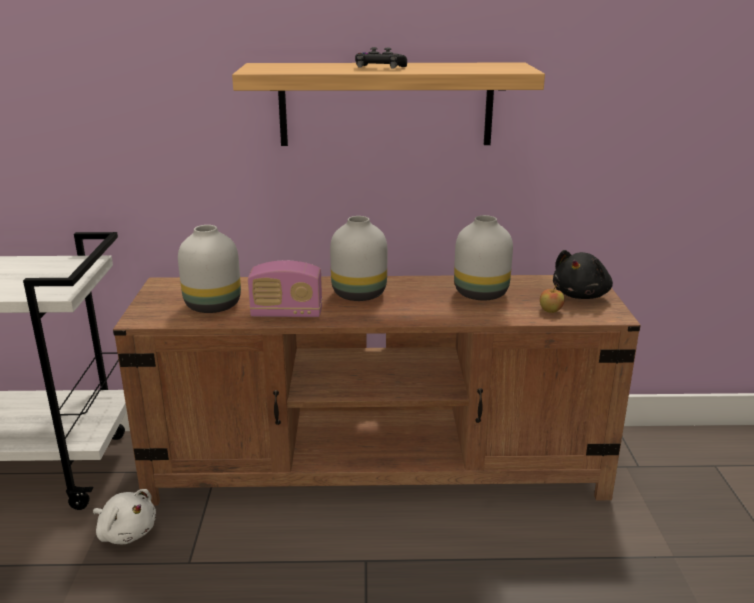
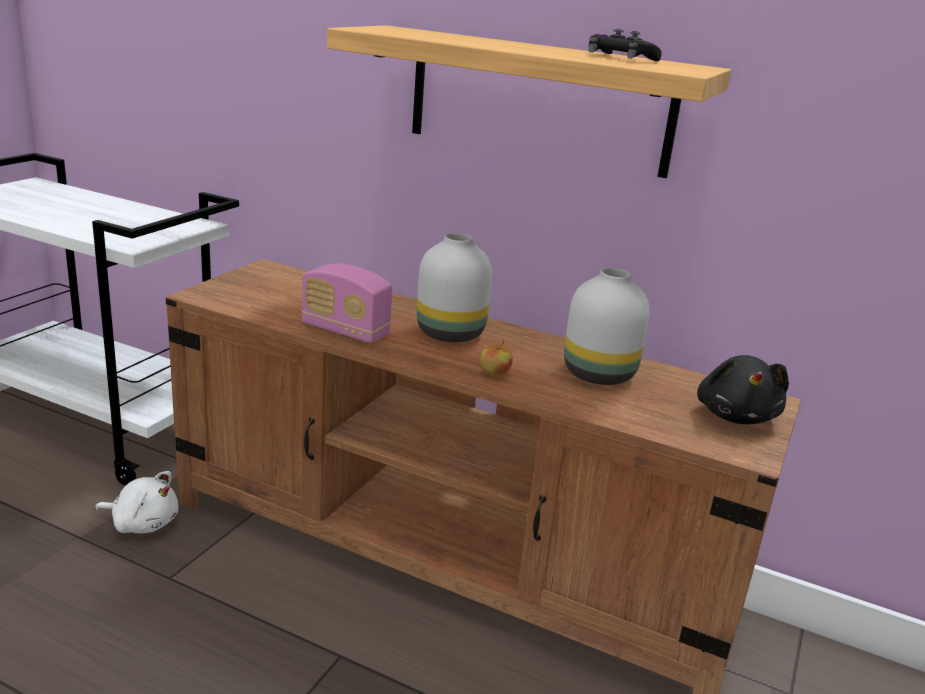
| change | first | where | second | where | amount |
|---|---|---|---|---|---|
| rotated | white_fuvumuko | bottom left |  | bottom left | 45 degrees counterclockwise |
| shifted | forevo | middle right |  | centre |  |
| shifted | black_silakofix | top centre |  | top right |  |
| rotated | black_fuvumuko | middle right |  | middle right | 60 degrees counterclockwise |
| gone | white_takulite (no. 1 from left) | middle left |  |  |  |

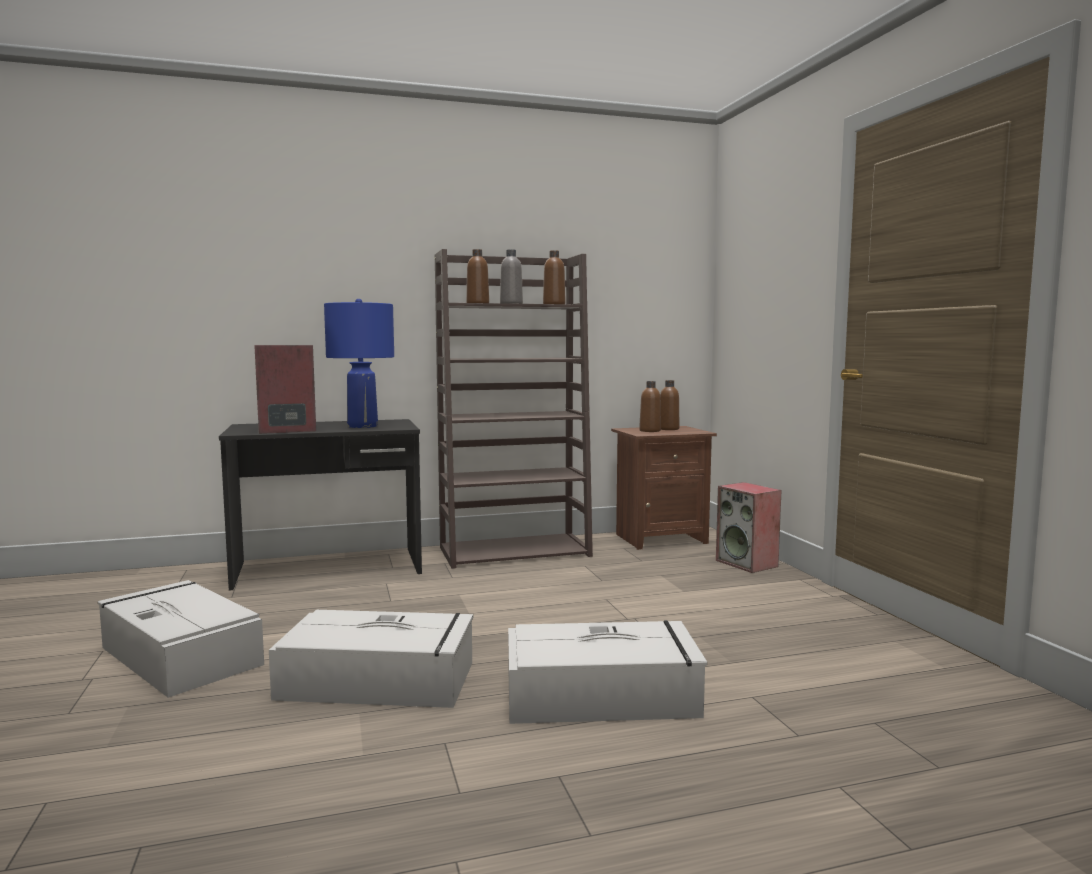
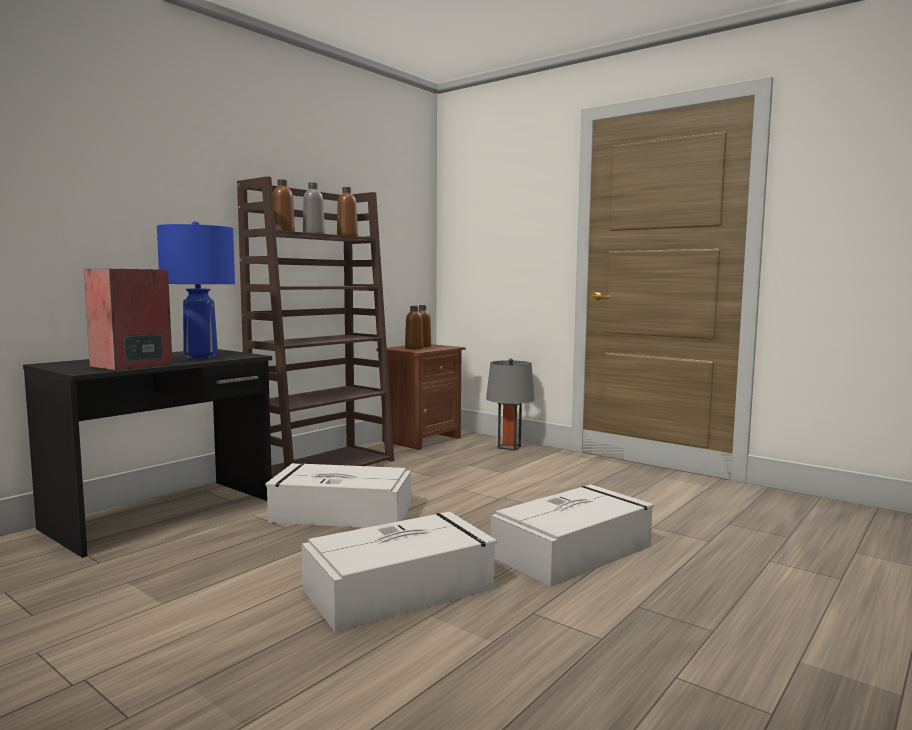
| change | first | where | second | where | amount |
|---|---|---|---|---|---|
| shifted | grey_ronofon (no. 1 from left) | bottom left |  | bottom centre |  |
| swapped | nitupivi (no. 2 from left) | middle right | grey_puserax | centre |  |

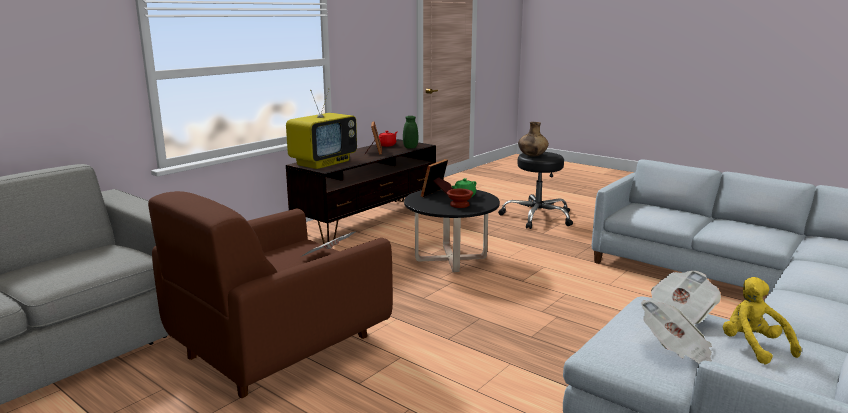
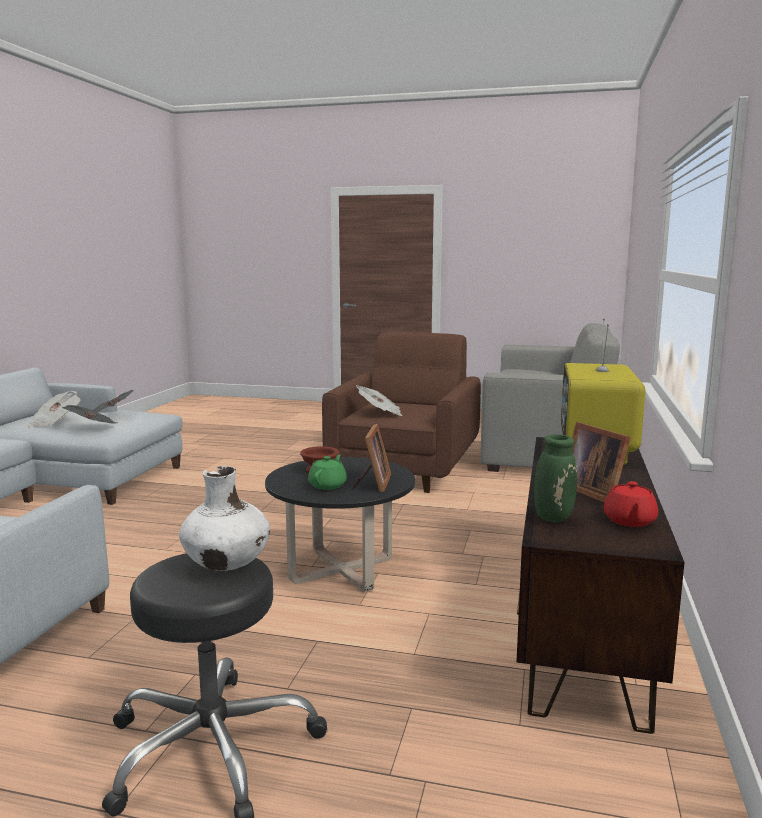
| change | first | where | second | where | amount |
|---|---|---|---|---|---|
| swapped | yellow_fuvumuko | bottom right | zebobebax (no. 1 from left) | middle left |  |
| repainted | brown_takulite | centre | white_takulite | middle left |  |

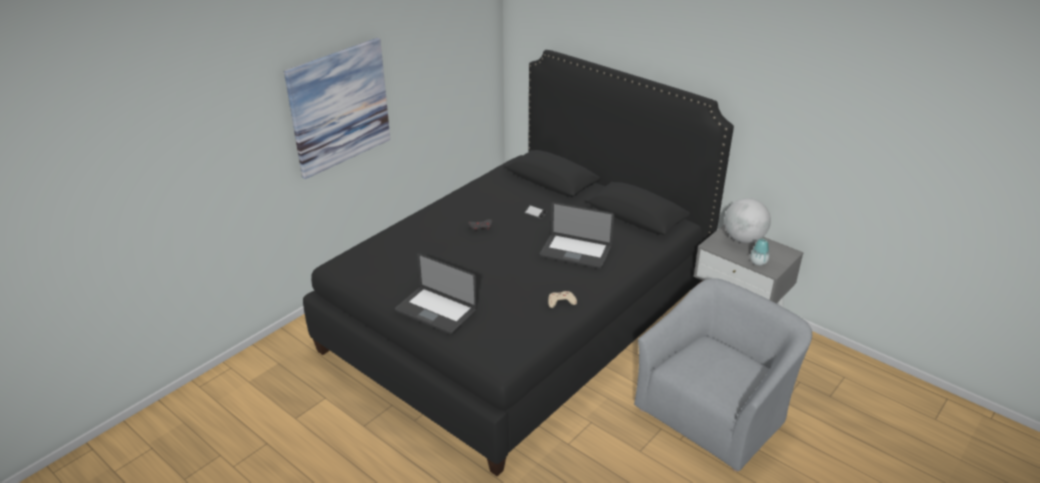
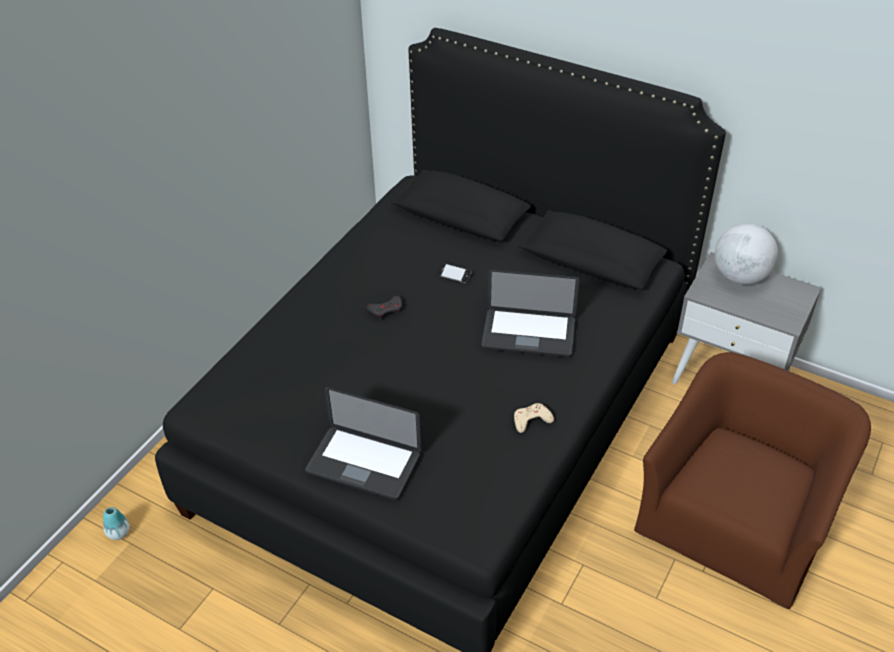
| change | first | where | second | where | amount |
|---|---|---|---|---|---|
| shifted | takulite | middle right |  | bottom left |  |
| repainted | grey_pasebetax | bottom right | brown_pasebetax | bottom right |  |
| gone | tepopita | top left |  |  |  |

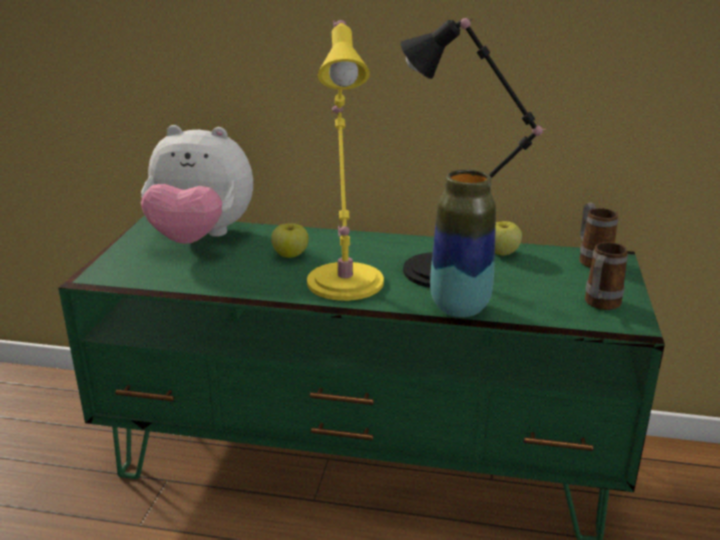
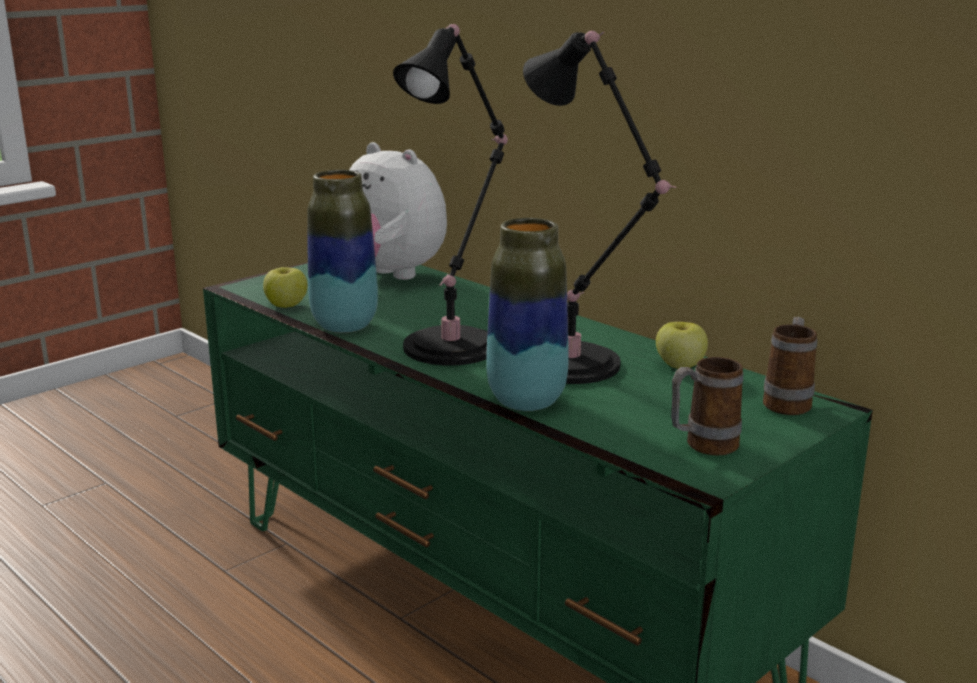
| change | first | where | second | where | amount |
|---|---|---|---|---|---|
| shifted | forevo (no. 1 from left) | centre |  | middle left |  |
| new |  |  | takulite (no. 1 from left) | centre |  |
| repainted | yellow_puserax | top centre | black_puserax (no. 1 from left) | top centre |  |

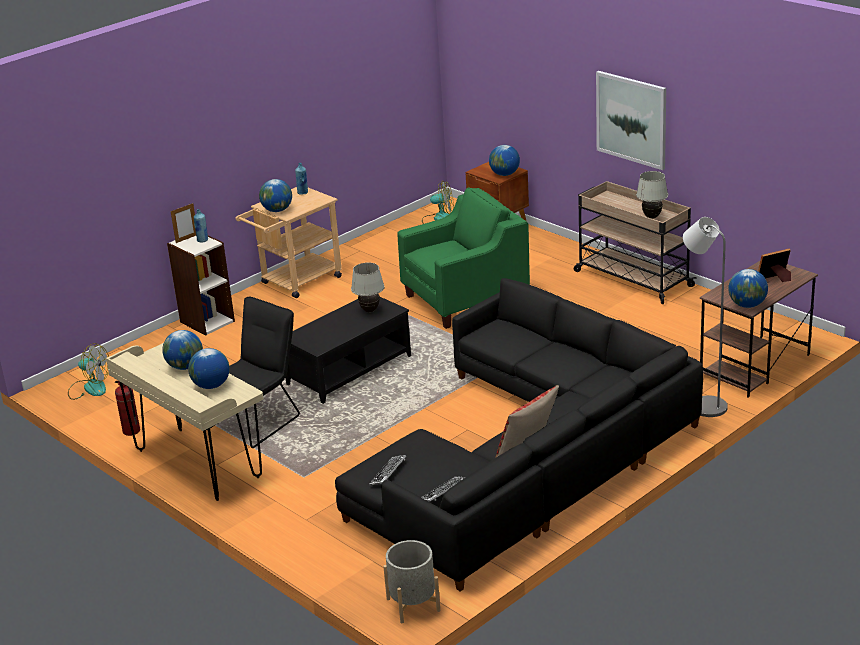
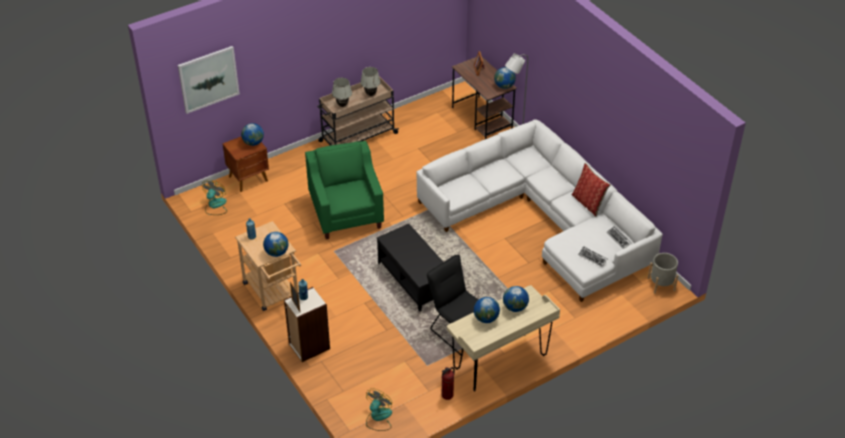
| change | first | where | second | where | amount |
|---|---|---|---|---|---|
| shifted | tepopita | top right |  | top left |  |
| shifted | white_puserax (no. 1 from left) | centre |  | top centre |  |
| repainted | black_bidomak | bottom centre | white_bidomak | centre |  |

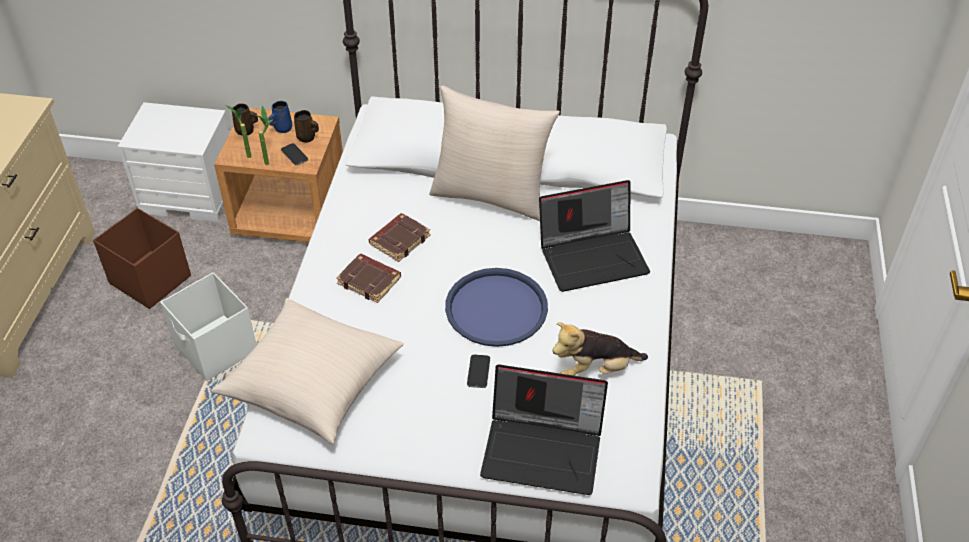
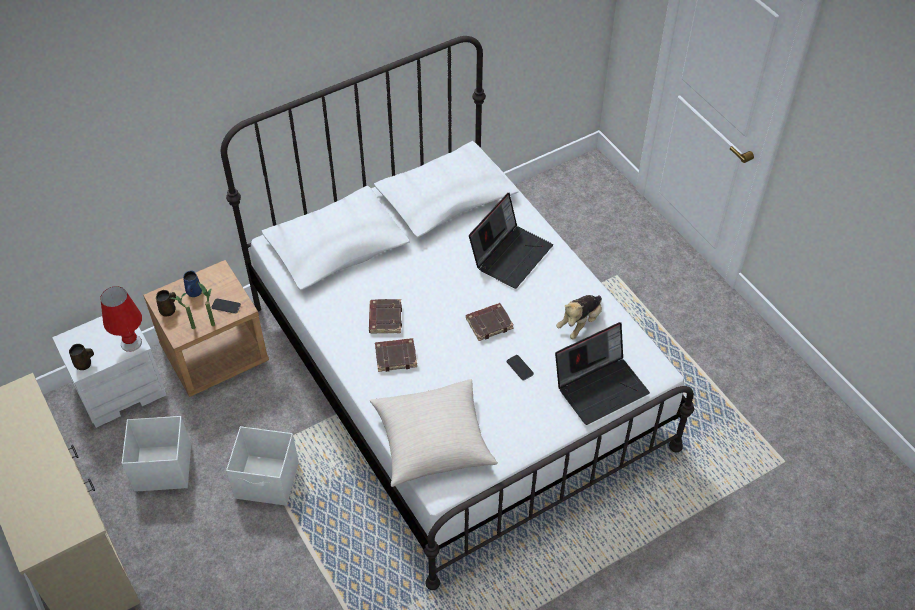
| change | first | where | second | where | amount |
|---|---|---|---|---|---|
| shifted | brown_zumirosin (no. 2 from left in the first image) | top left | brown_zumirosin (no. 1 from left) | middle left |  |
| new |  |  | red_puserax | middle left |  |
| repainted | brown_ronofon | middle left | white_ronofon (no. 1 from left) | bottom left |  |
| swapped | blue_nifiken | centre | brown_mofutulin (no. 3 from left) | centre |  |
| gone | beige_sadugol (no. 2 from left) | top centre |  |  |  |

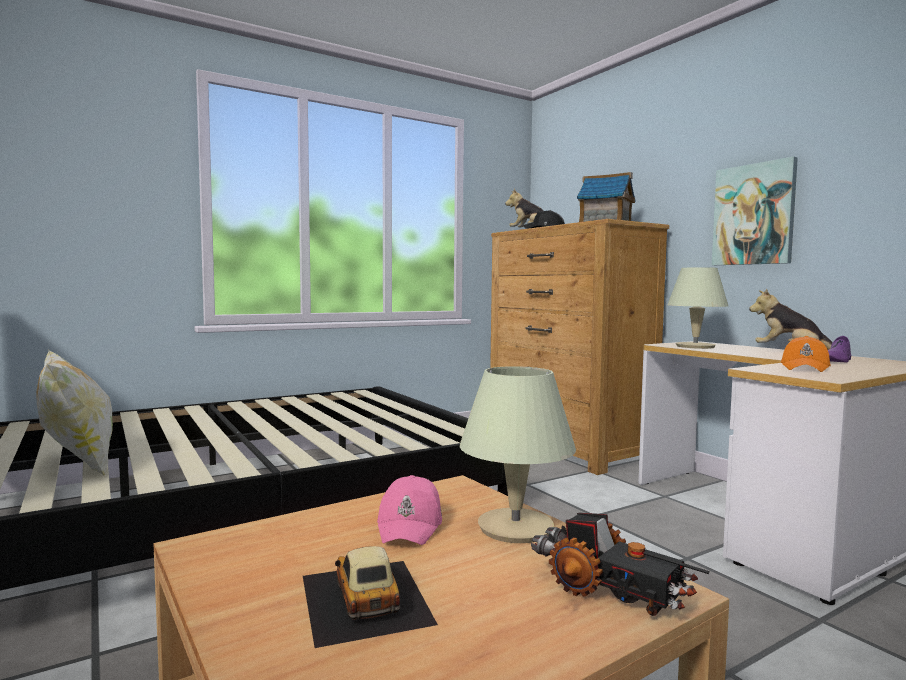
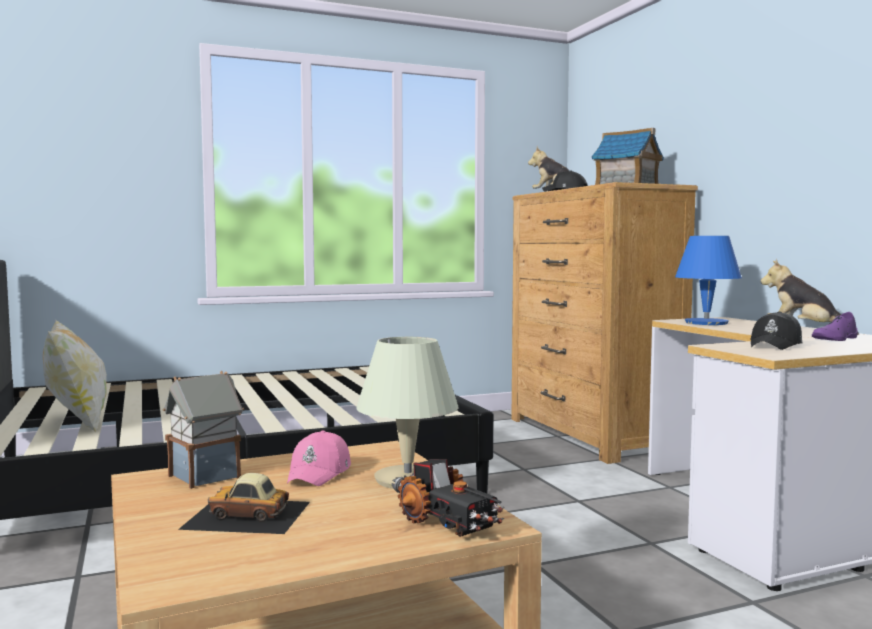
| change | first | where | second | where | amount |
|---|---|---|---|---|---|
| new |  |  | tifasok (no. 1 from left) | bottom left |  |
| rotated | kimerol | bottom centre |  | bottom left | 75 degrees counterclockwise |
| repainted | beige_puserax (no. 2 from left) | middle right | blue_puserax | middle right |  |
| repainted | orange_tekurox | middle right | black_tekurox (no. 2 from left) | middle right |  |
| gone | tepopita | top right |  |  |  |

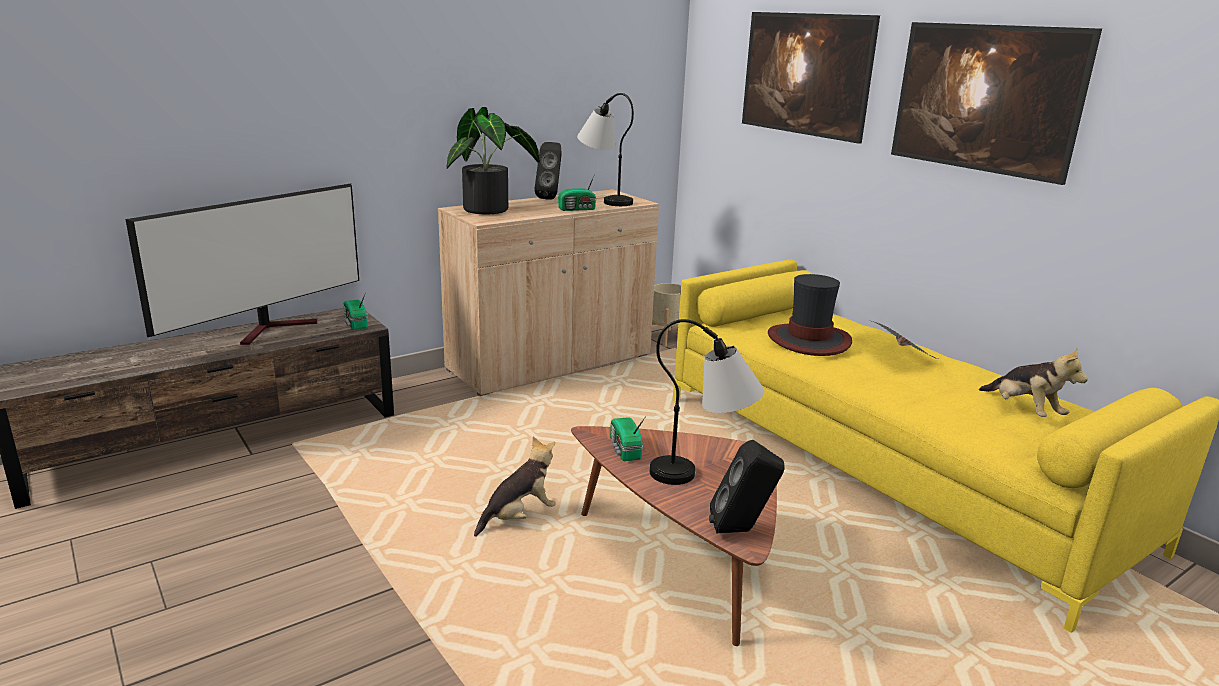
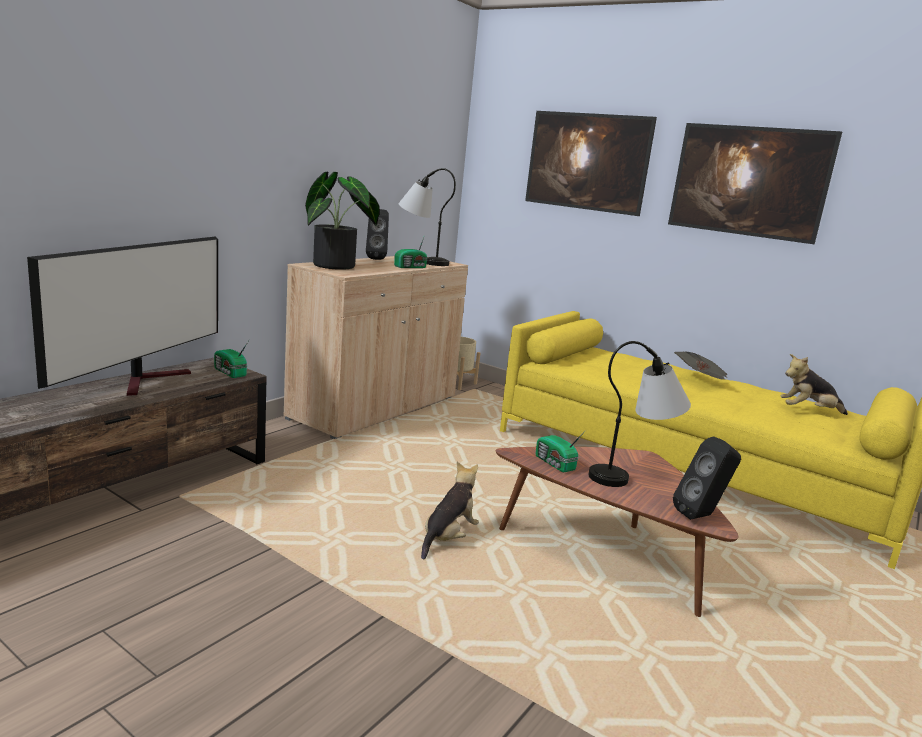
| change | first | where | second | where | amount |
|---|---|---|---|---|---|
| rotated | fuvumuko (no. 2 from left) | middle right |  | middle right | 135 degrees clockwise |
| gone | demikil | centre |  |  |  |

